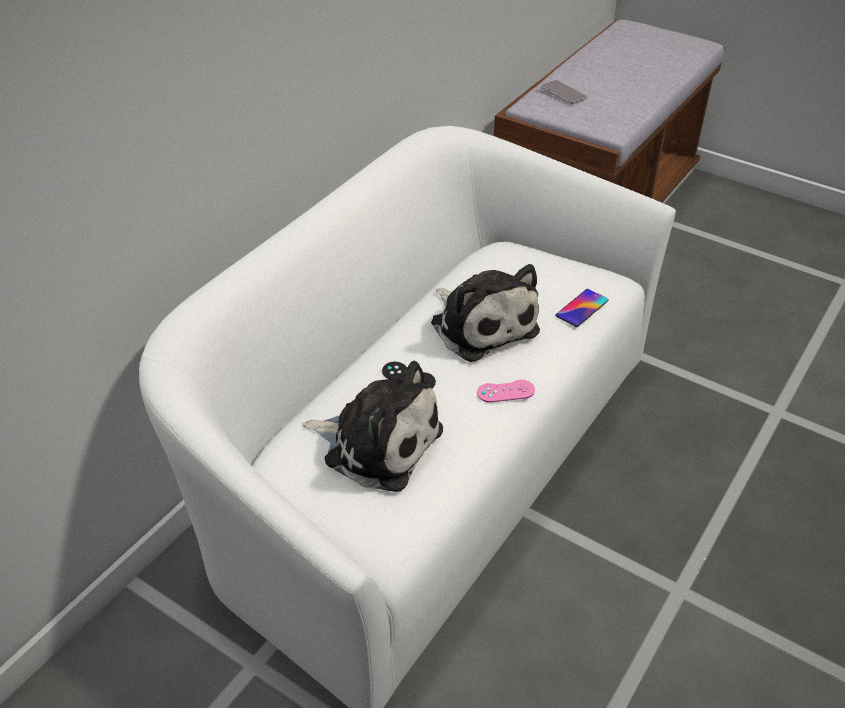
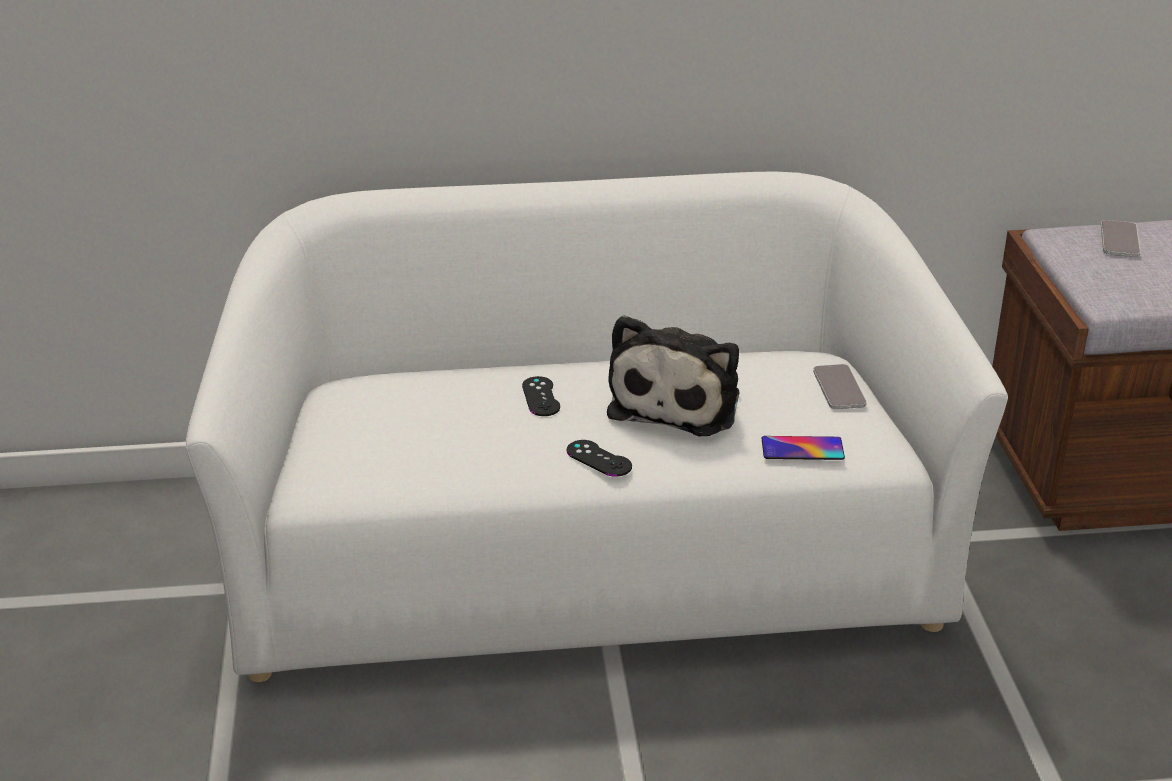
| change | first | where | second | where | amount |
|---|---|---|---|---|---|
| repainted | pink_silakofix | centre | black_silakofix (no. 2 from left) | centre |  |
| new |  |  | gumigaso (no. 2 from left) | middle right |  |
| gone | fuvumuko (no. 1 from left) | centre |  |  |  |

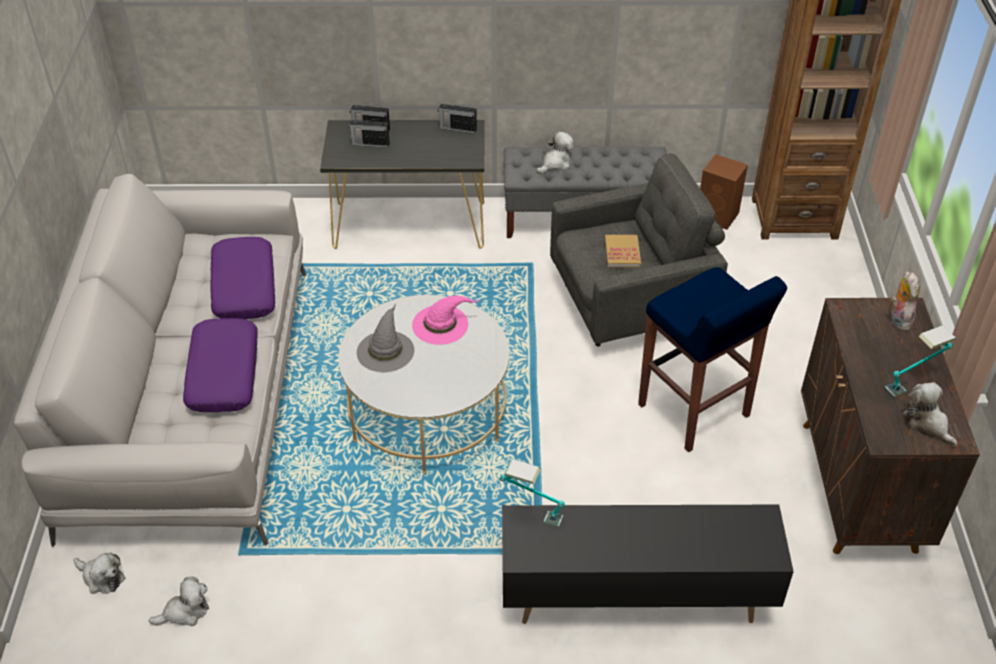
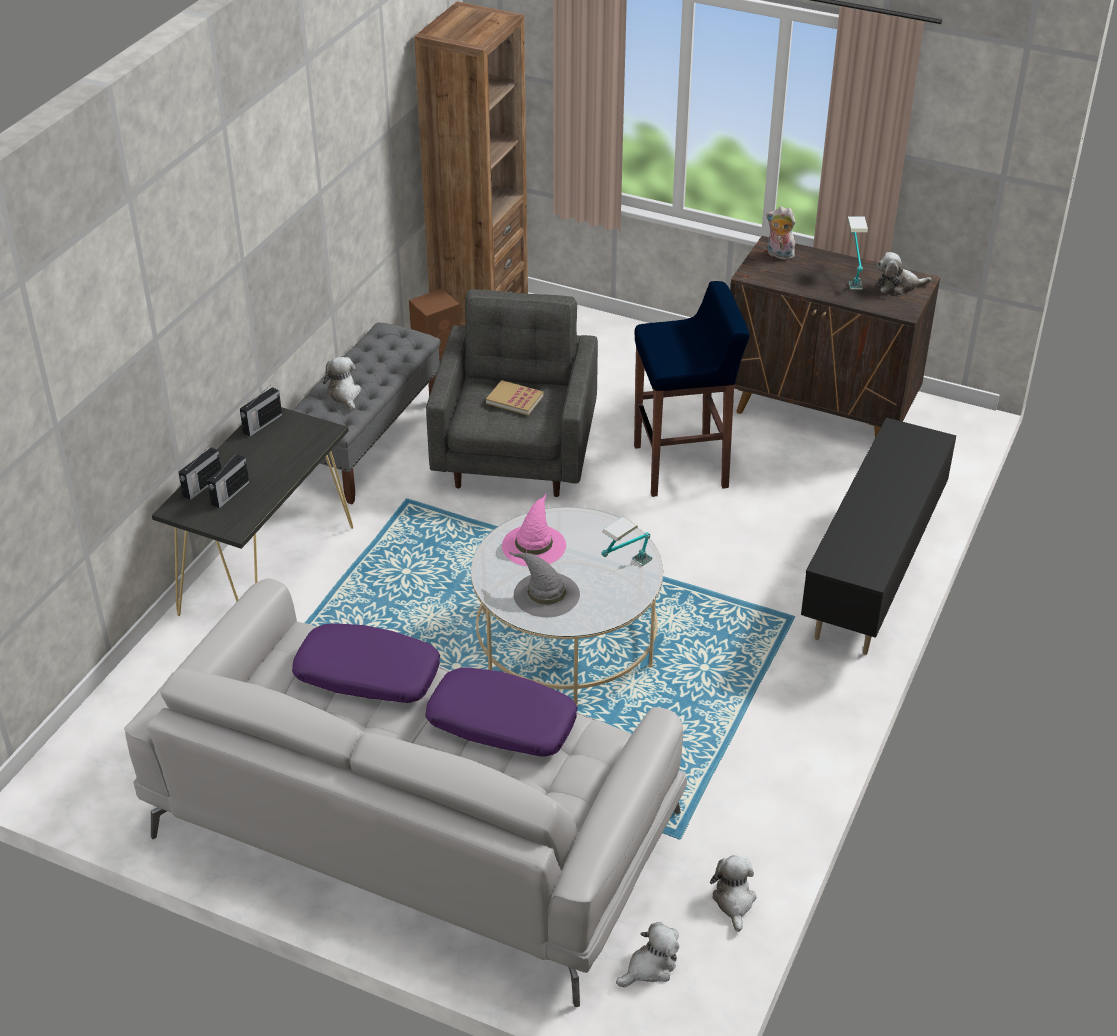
| change | first | where | second | where | amount |
|---|---|---|---|---|---|
| shifted | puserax (no. 1 from left) | bottom centre |  | centre |  |

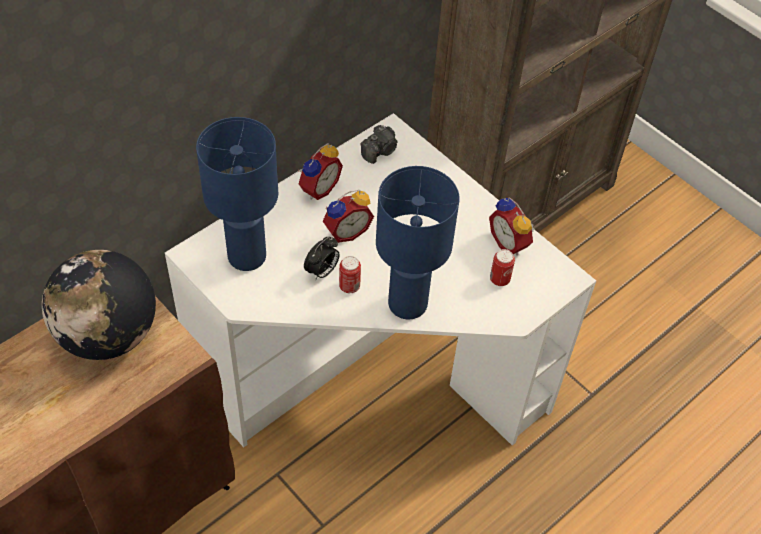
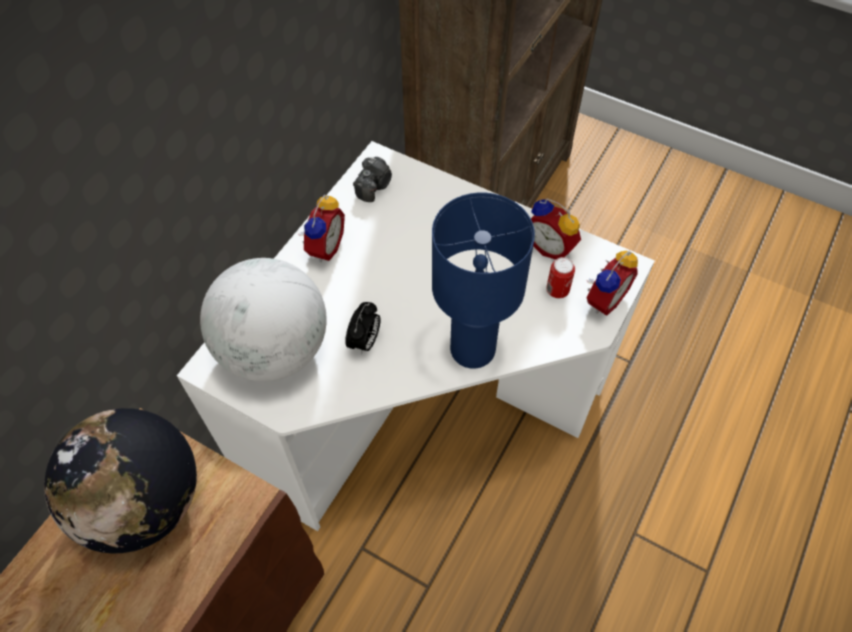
| change | first | where | second | where | amount |
|---|---|---|---|---|---|
| swapped | blue_puserax (no. 1 from left) | middle left | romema (no. 2 from left) | middle left |  |
| shifted | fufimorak (no. 3 from left in the first image) | centre | fufimorak (no. 4 from left) | middle right |  |
| gone | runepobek (no. 1 from left) | centre |  |  |  |

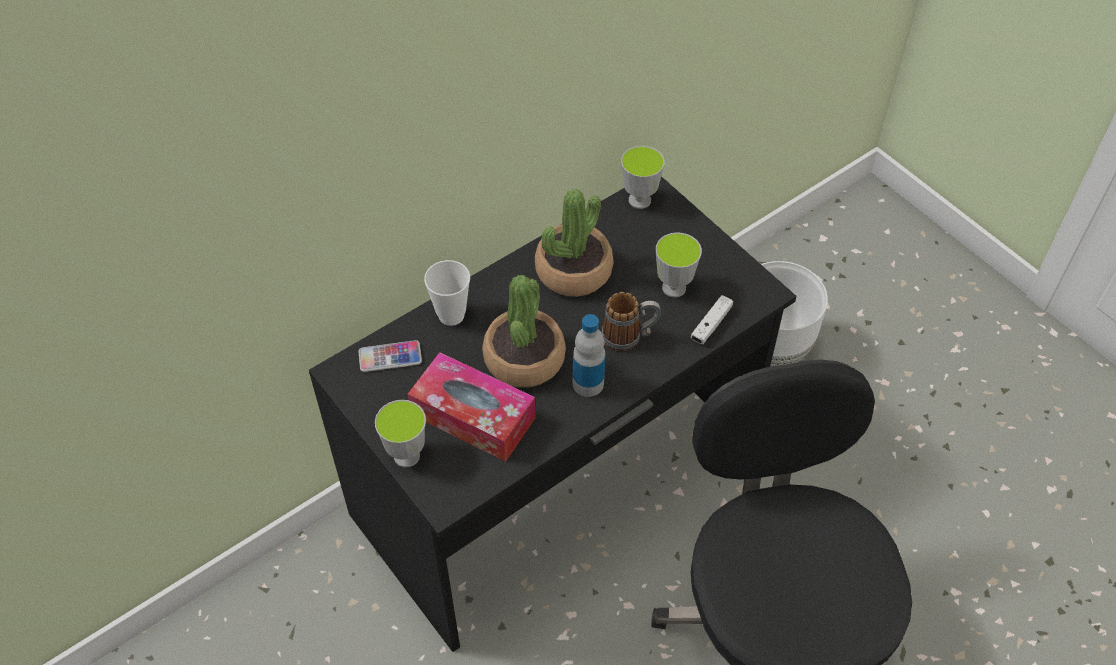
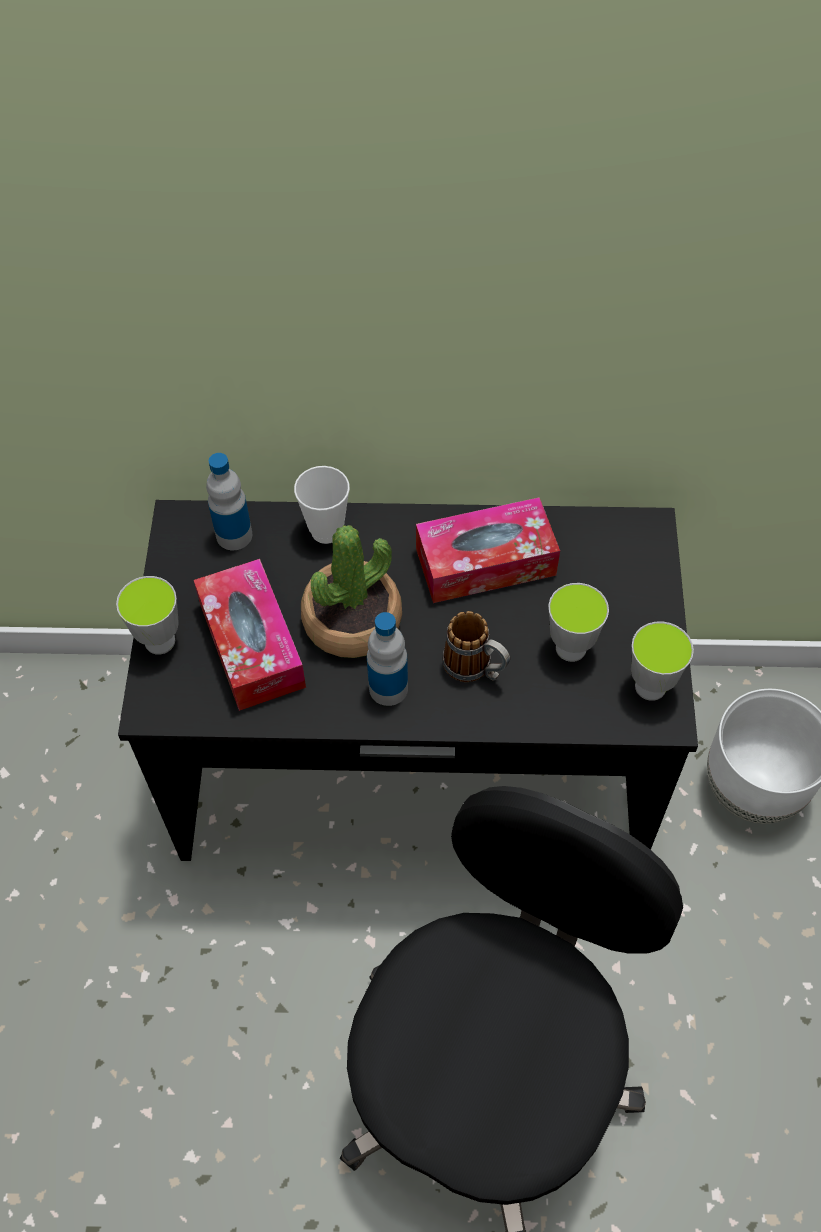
| change | first | where | second | where | amount |
|---|---|---|---|---|---|
| swapped | gumigaso | centre | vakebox (no. 1 from left) | middle left |  |
| swapped | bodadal (no. 2 from left) | centre | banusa (no. 2 from left) | centre |  |
| shifted | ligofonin (no. 3 from left in the first image) | top centre | ligofonin (no. 4 from left) | middle right |  |
| gone | white_silakofix | centre |  |  |  |

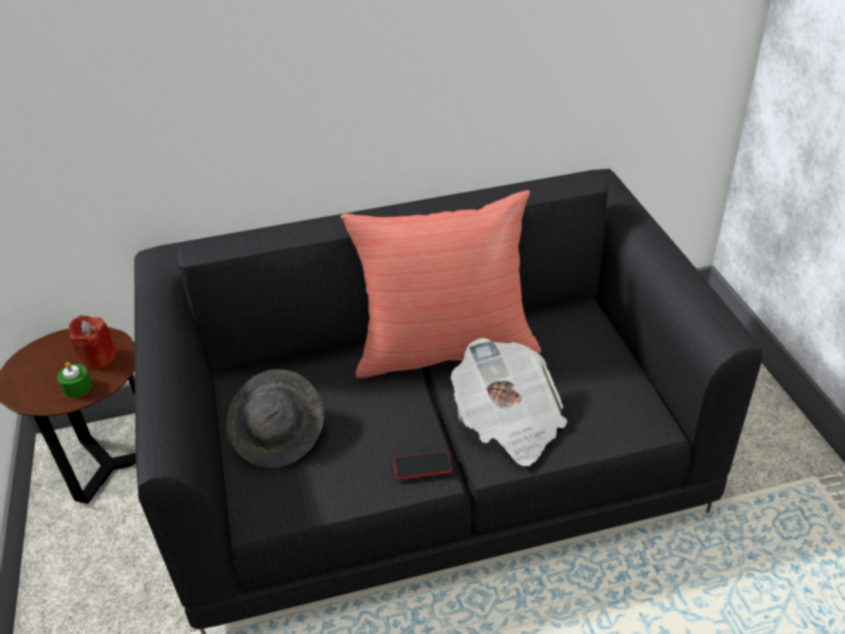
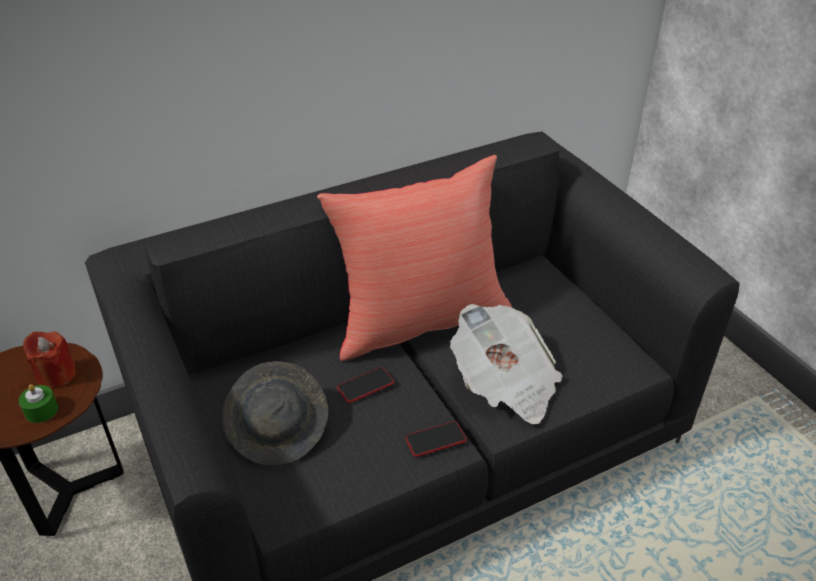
| change | first | where | second | where | amount |
|---|---|---|---|---|---|
| new |  |  | gumigaso (no. 1 from left) | centre |  |

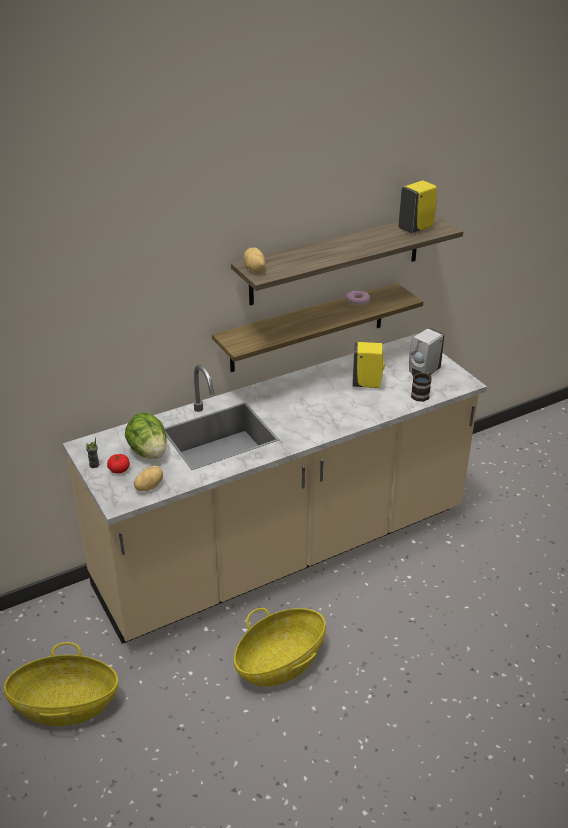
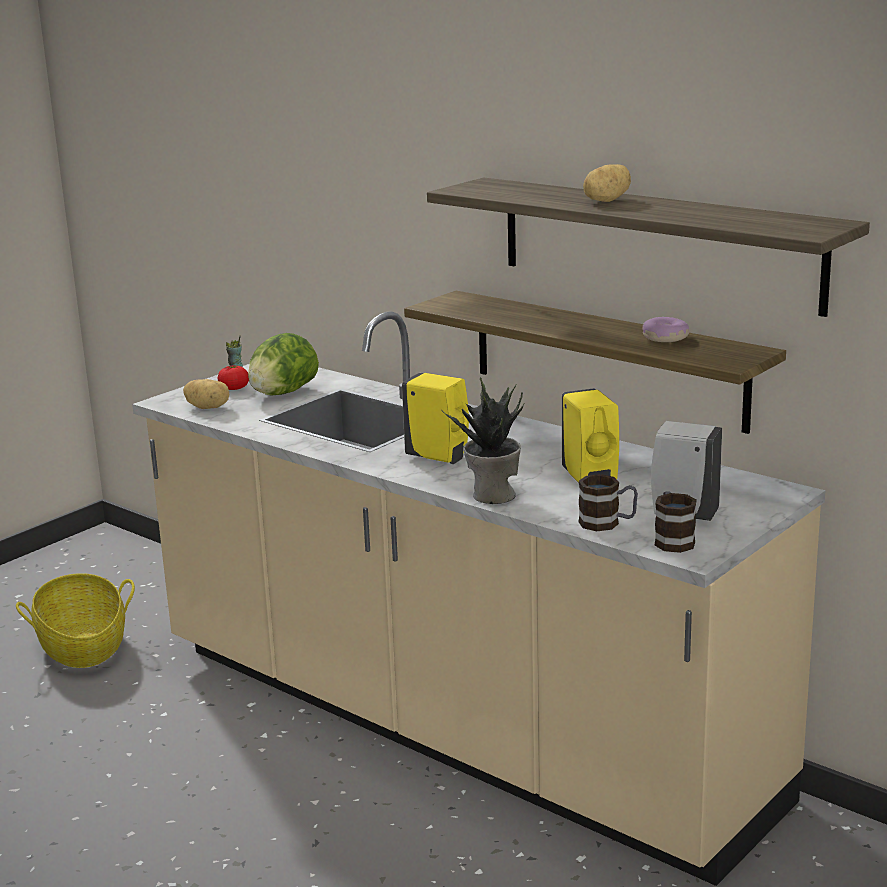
| change | first | where | second | where | amount |
|---|---|---|---|---|---|
| shifted | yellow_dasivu (no. 2 from left in the first image) | top right | yellow_dasivu (no. 1 from left) | centre |  |
| new |  |  | bodadal | centre |  |
| shifted | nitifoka (no. 2 from left) | top centre |  | top right |  |
| new |  |  | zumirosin (no. 2 from left) | middle right |  |
| gone | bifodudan (no. 2 from left) | bottom centre |  |  |  |

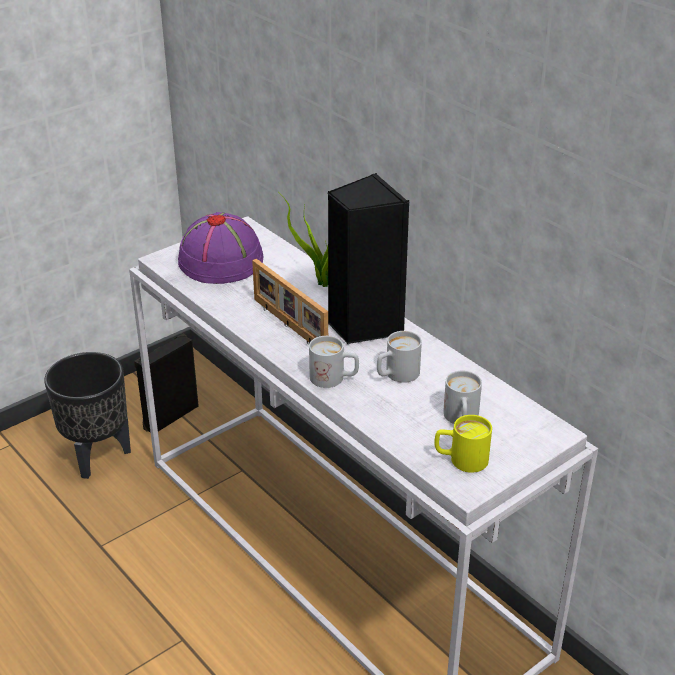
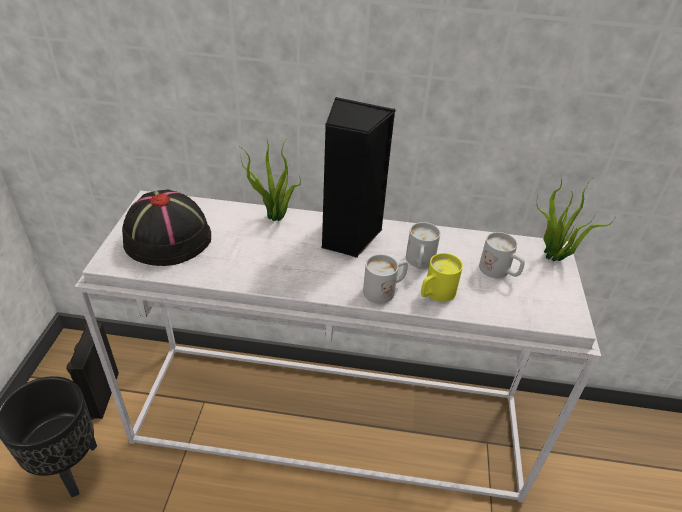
| change | first | where | second | where | amount |
|---|---|---|---|---|---|
| repainted | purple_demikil | middle left | black_demikil | middle left |  |
| shifted | yellow_zumirosin | middle right |  | centre |  |
| new |  |  | bodadal (no. 2 from left) | middle right |  |
| gone | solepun | centre |  |  |  |

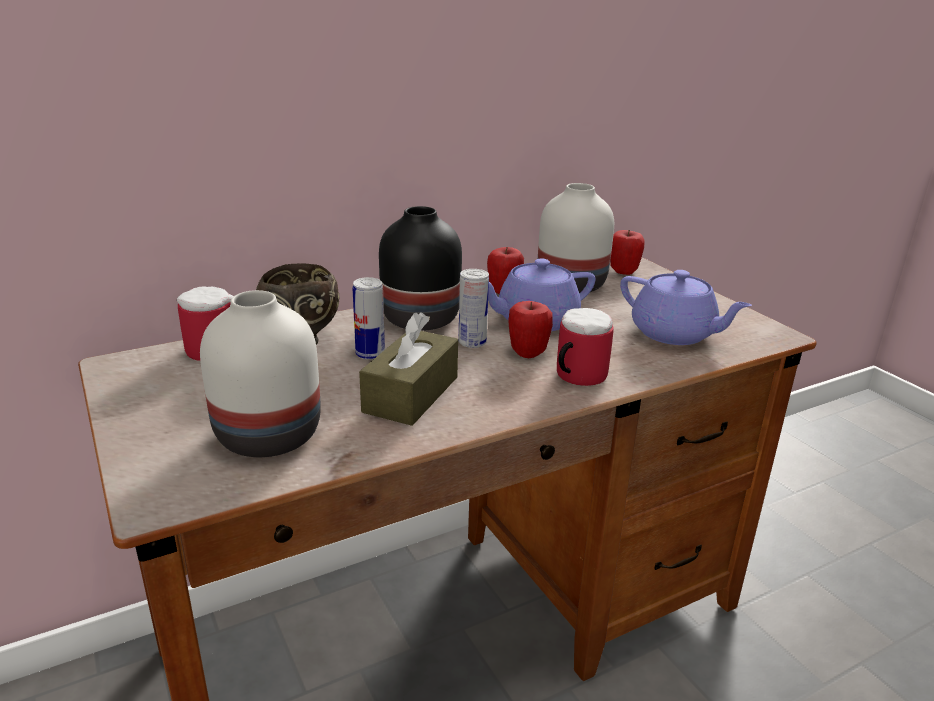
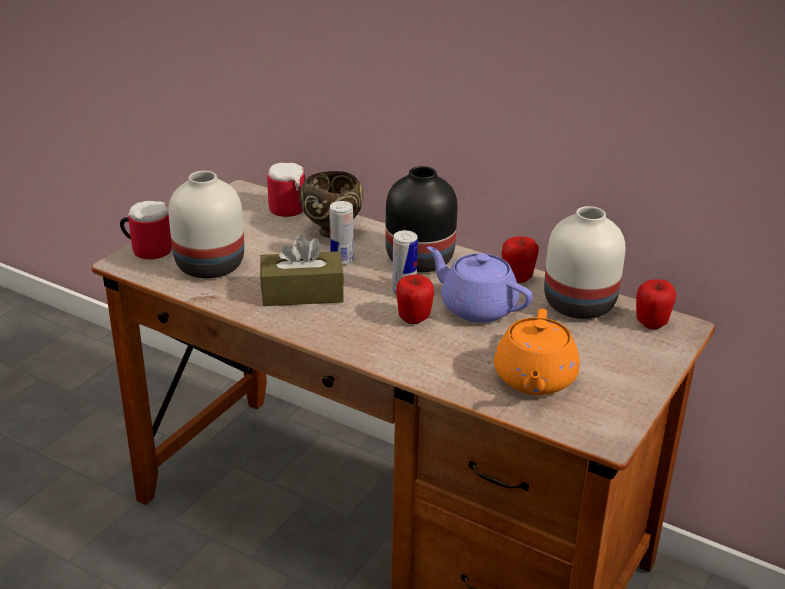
| change | first | where | second | where | amount |
|---|---|---|---|---|---|
| shifted | zumirosin (no. 2 from left in the first image) | centre | zumirosin (no. 1 from left) | middle left |  |
| repainted | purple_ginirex (no. 2 from left) | middle right | orange_ginirex | middle right |  |

